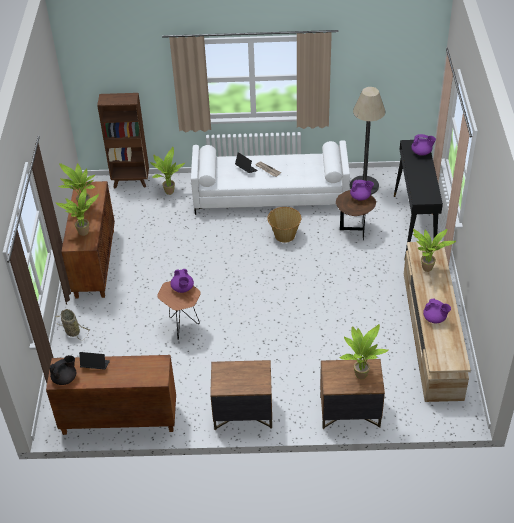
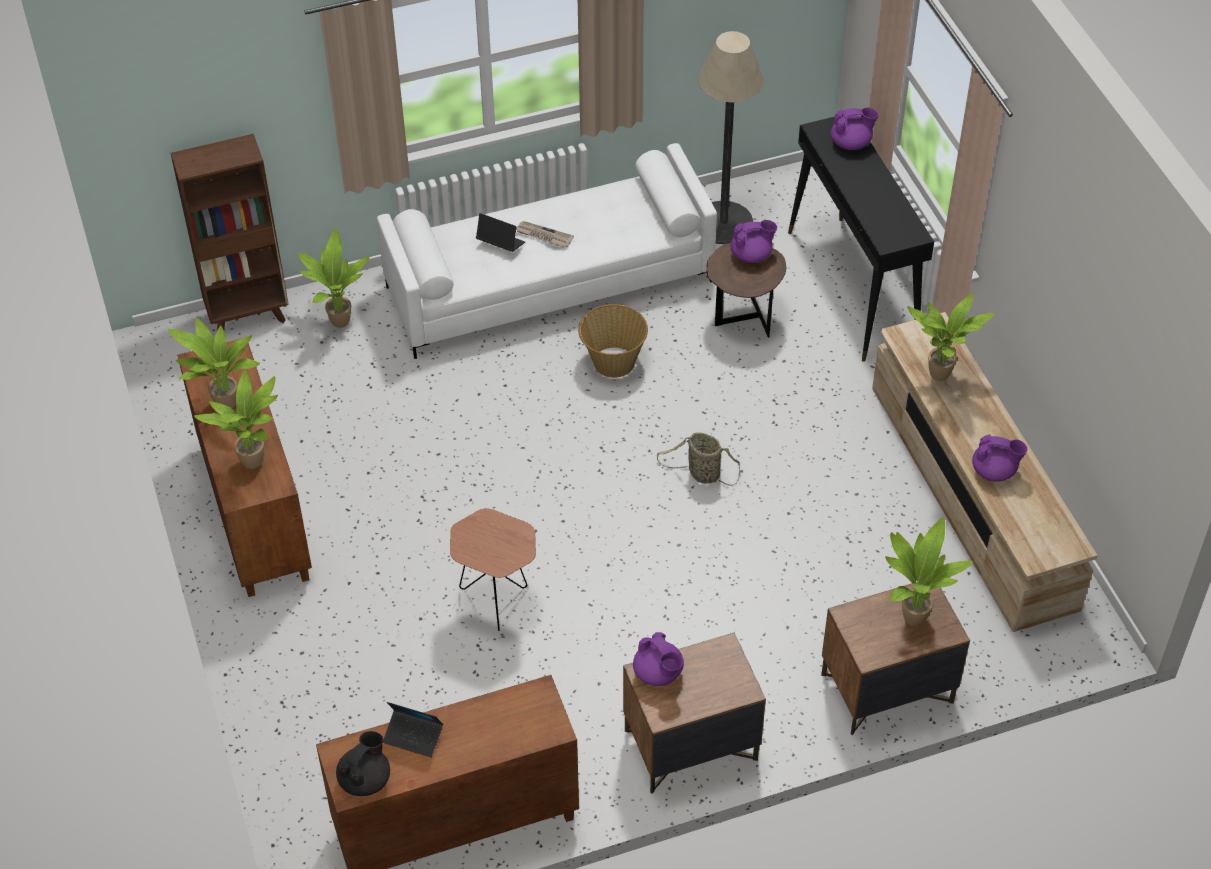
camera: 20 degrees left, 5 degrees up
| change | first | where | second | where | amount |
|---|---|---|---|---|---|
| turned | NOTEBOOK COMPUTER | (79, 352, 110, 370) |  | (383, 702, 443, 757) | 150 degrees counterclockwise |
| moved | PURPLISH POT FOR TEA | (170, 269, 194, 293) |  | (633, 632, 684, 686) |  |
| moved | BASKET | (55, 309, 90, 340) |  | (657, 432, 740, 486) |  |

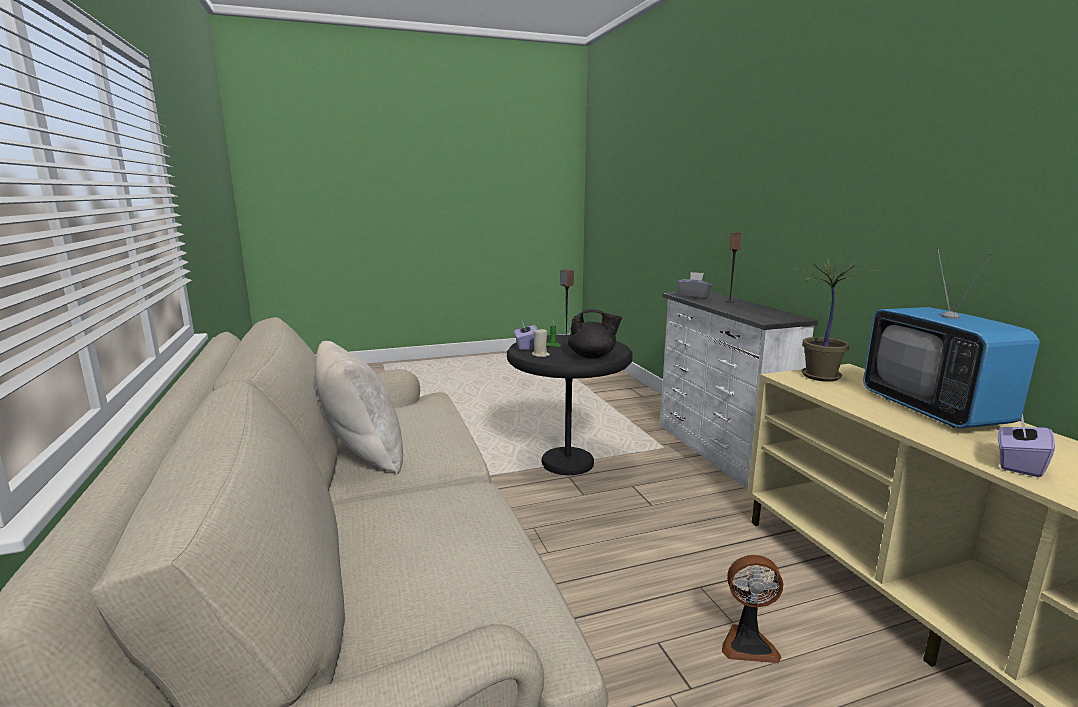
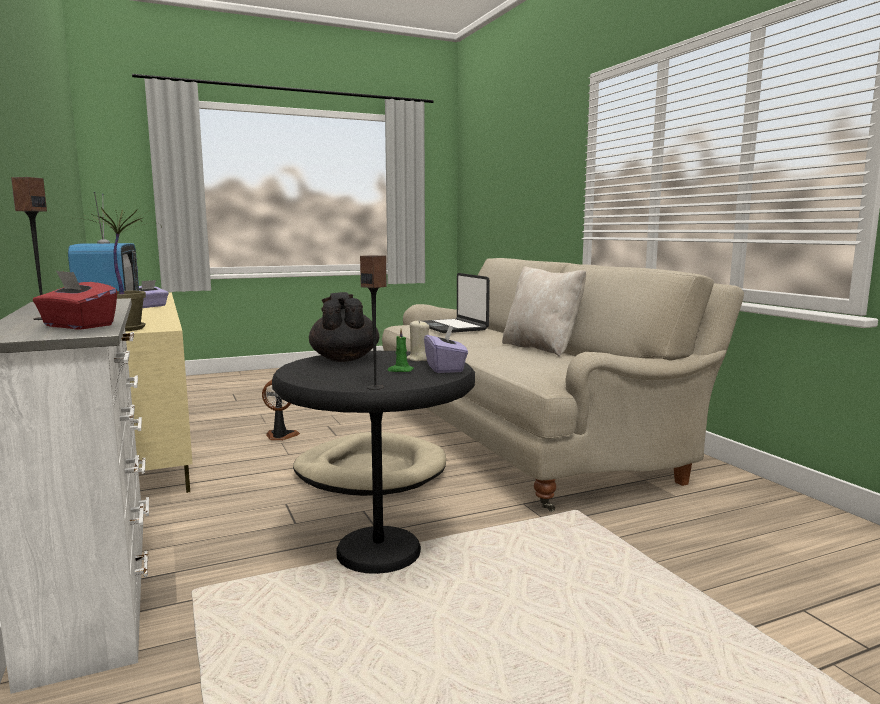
camera: 175 degrees right, 5 degrees down
| change | first | where | second | where | amount |
|---|---|---|---|---|---|
| recoloured | GRAY TISSUE HOLDER | (677, 272, 713, 299) | RED-COLOURED TISSUE HOLDER | (33, 271, 117, 330) |  |
| added |  |  | BEIGE-COLOURED DOG BED | (293, 432, 446, 496) |  |
| turned | BLACKISH POT FOR TEA | (568, 309, 622, 358) |  | (309, 292, 379, 362) | 75 degrees clockwise |
| added |  |  | NOTEBOOK COMPUTER | (422, 273, 490, 333) |  |

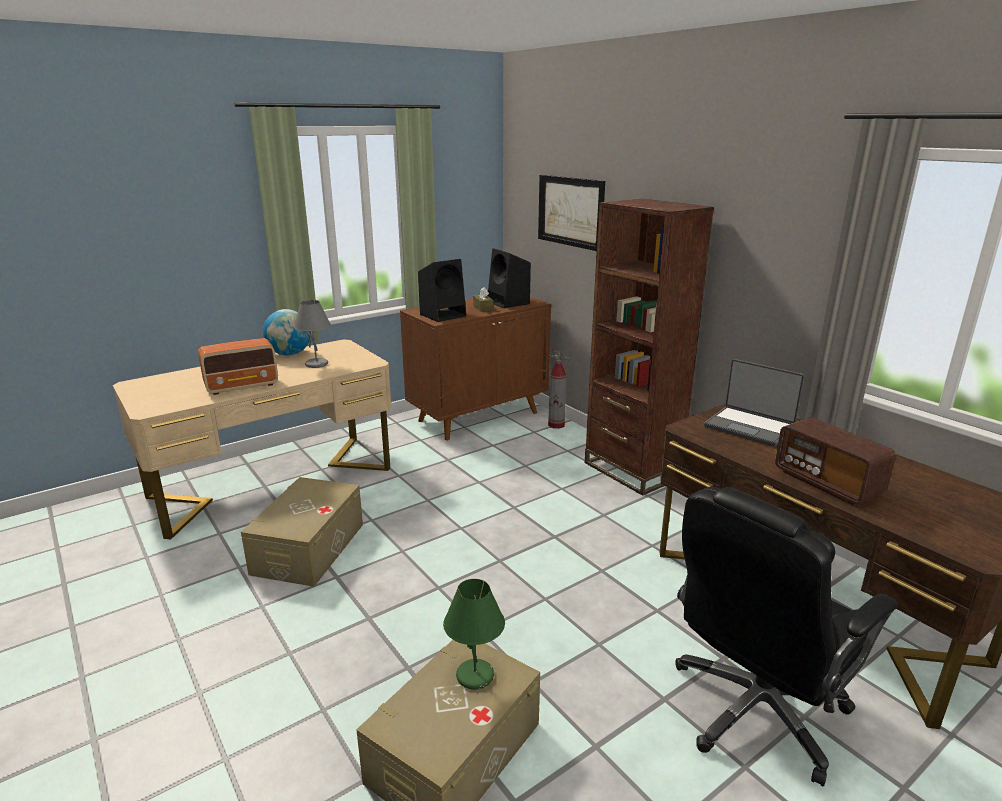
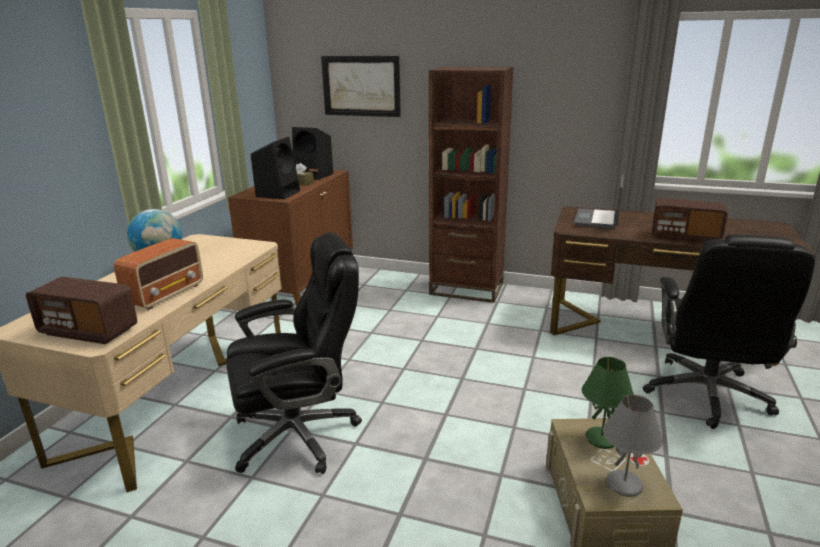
camera: 35 degrees left, 0 degrees up
| change | first | where | second | where | amount |
|---|---|---|---|---|---|
| added |  |  | RADIO RECEIVER | (26, 277, 137, 344) |  |
| replaced | BEIGE-COLOURED STORAGE CONTAINER | (241, 477, 363, 587) | BLACKISH OFFICE CHAIR | (226, 232, 362, 474) |  |
| turned | NOTEBOOK COMPUTER | (704, 359, 805, 447) |  | (574, 174, 624, 229) | 105 degrees clockwise |
| moved | GRAY TABLE LAMP | (294, 300, 331, 368) |  | (603, 395, 663, 497) |  |
| removed | FIRE EXTINGUISHER | (548, 349, 569, 429) |  |  |  |

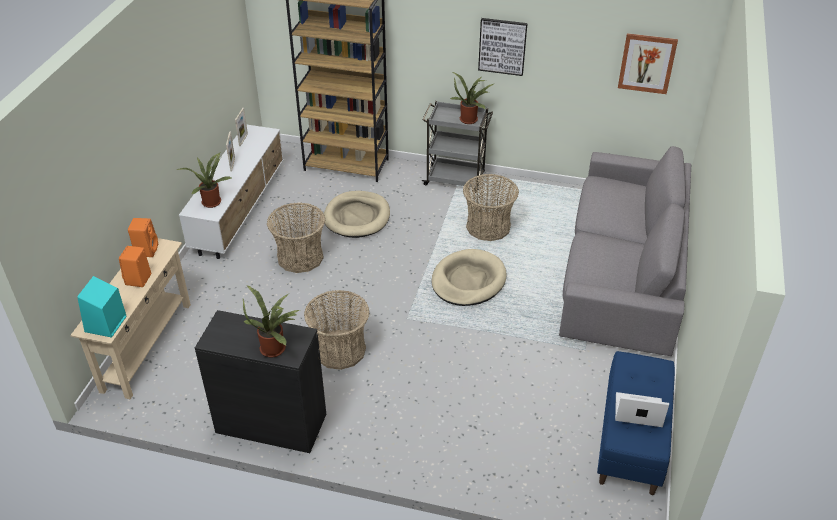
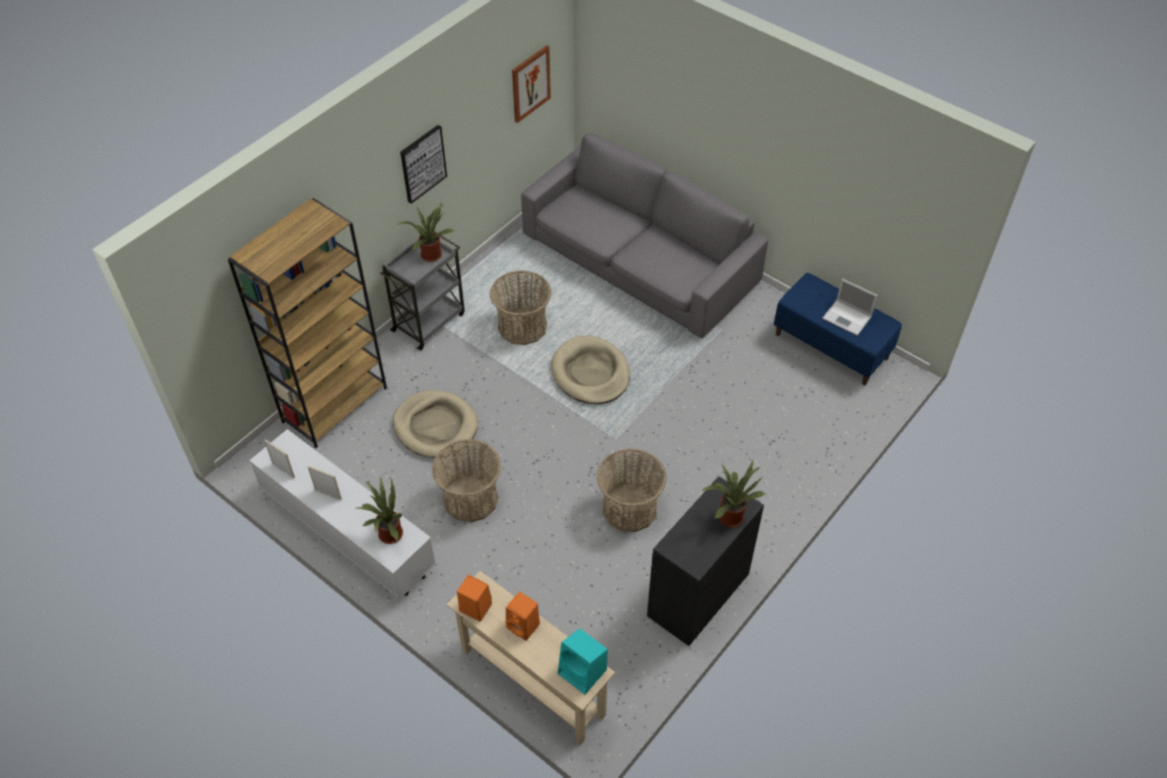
camera: 65 degrees left, 10 degrees up
| change | first | where | second | where | amount |
|---|---|---|---|---|---|
| turned | NOTEBOOK COMPUTER | (615, 392, 669, 427) |  | (822, 279, 878, 336) | 90 degrees counterclockwise |

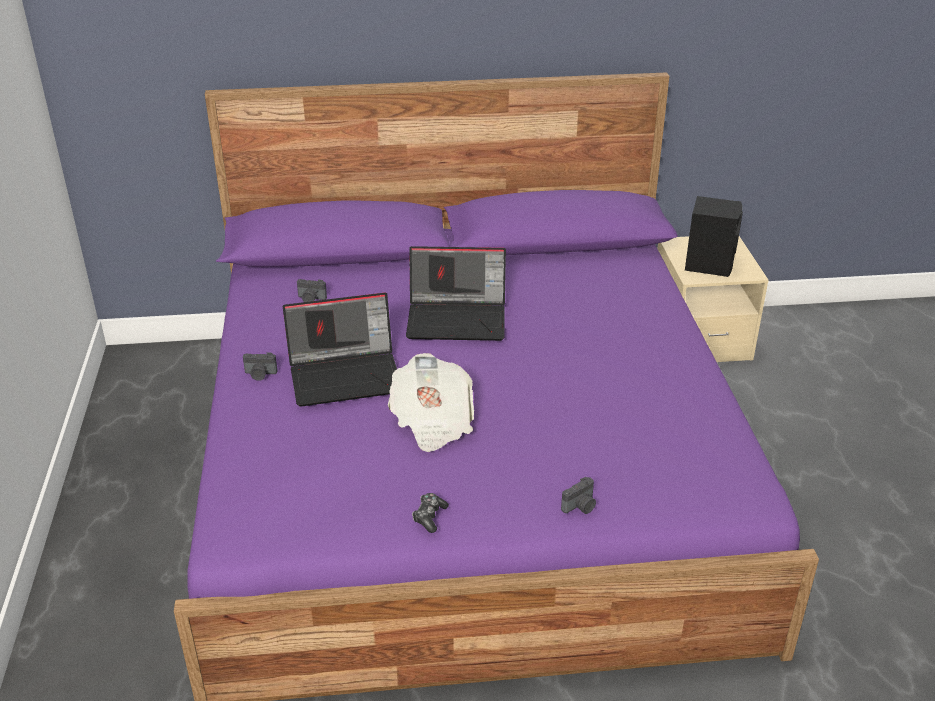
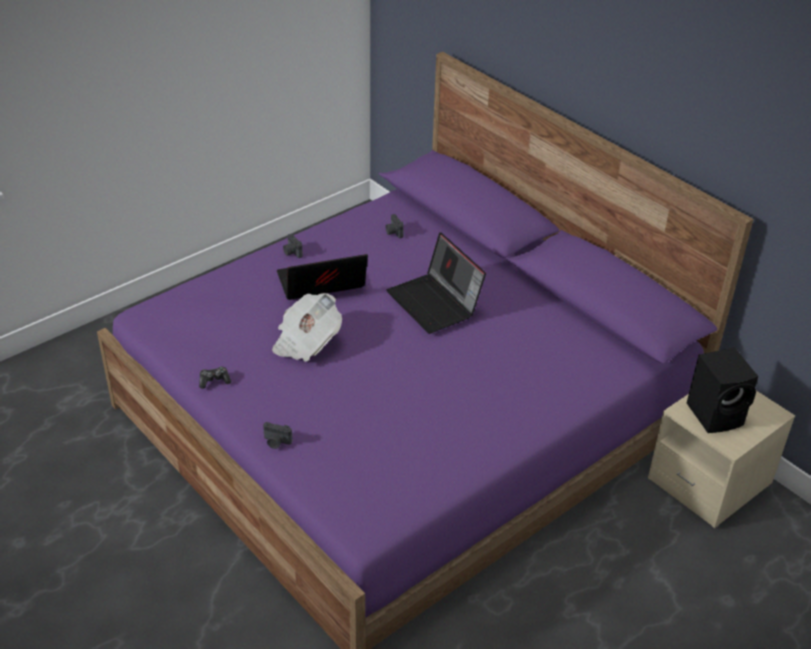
camera: 55 degrees right, 5 degrees up
| change | first | where | second | where | amount |
|---|---|---|---|---|---|
| turned | NOTEBOOK COMPUTER | (283, 293, 397, 407) |  | (277, 254, 368, 300) | 120 degrees clockwise |

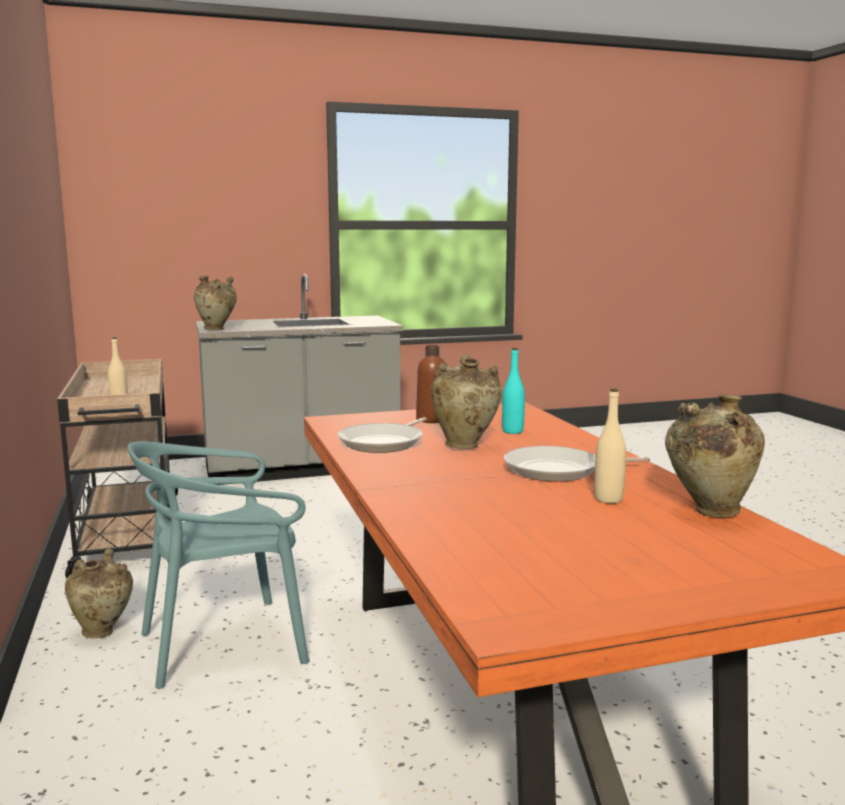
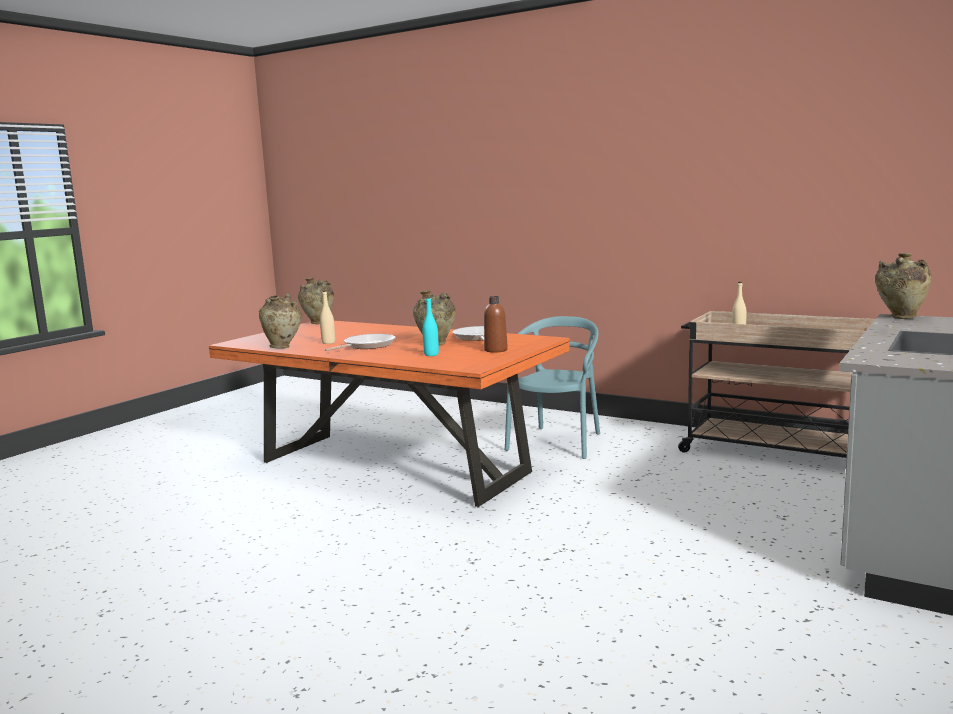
camera: 140 degrees right, 0 degrees up
| change | first | where | second | where | amount |
|---|---|---|---|---|---|
| moved | BEIGE-COLOURED DECORATIVE VASE | (65, 548, 133, 638) |  | (298, 277, 334, 324) |  |

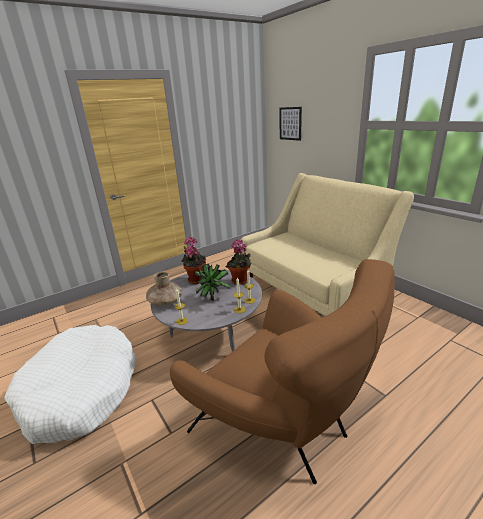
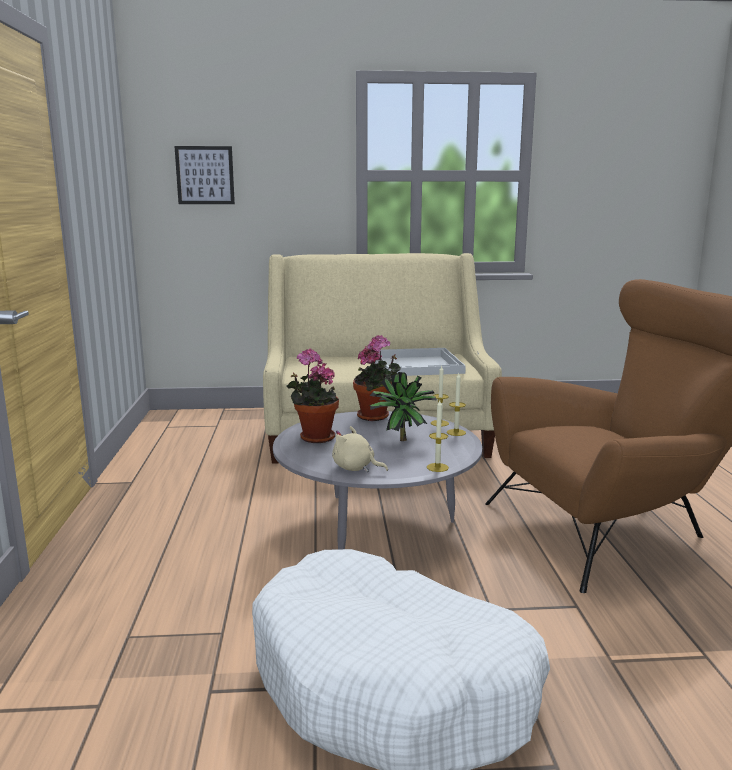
camera: 60 degrees left, 10 degrees down
| change | first | where | second | where | amount |
|---|---|---|---|---|---|
| replaced | BROWN DECORATIVE VASE | (146, 272, 182, 306) | BEIGE-COLOURED CUDDLY TOY | (332, 426, 388, 472) |  |
| added |  |  | WHITISH CARRYING TRAY | (375, 348, 466, 376) |  |

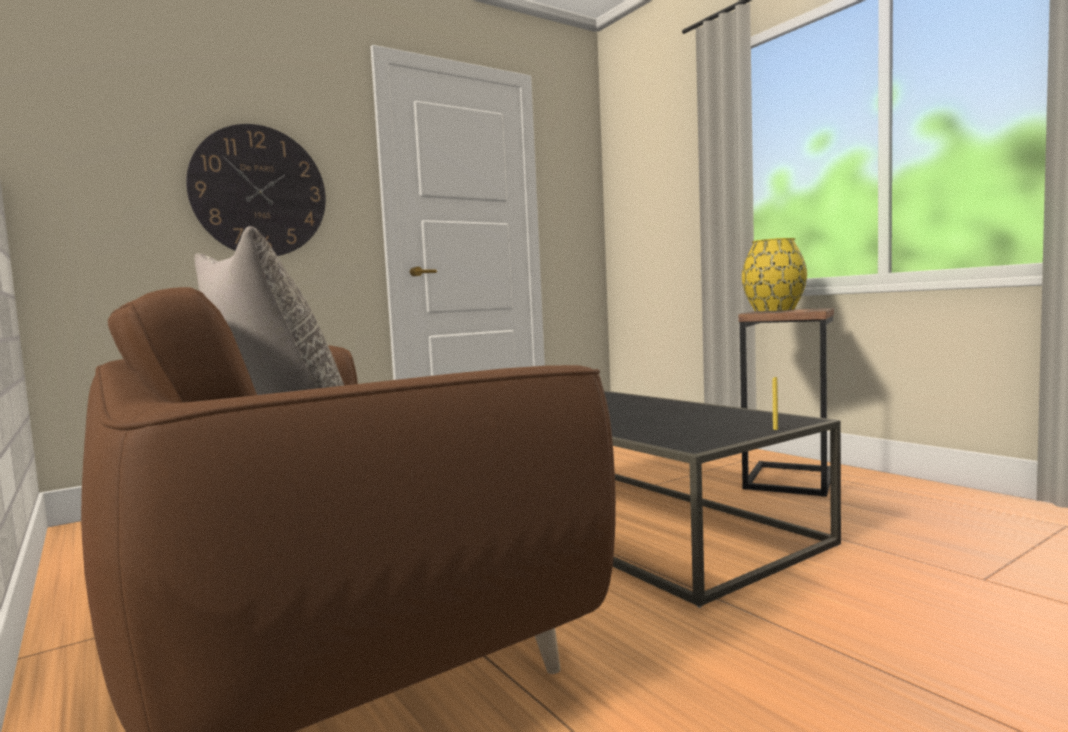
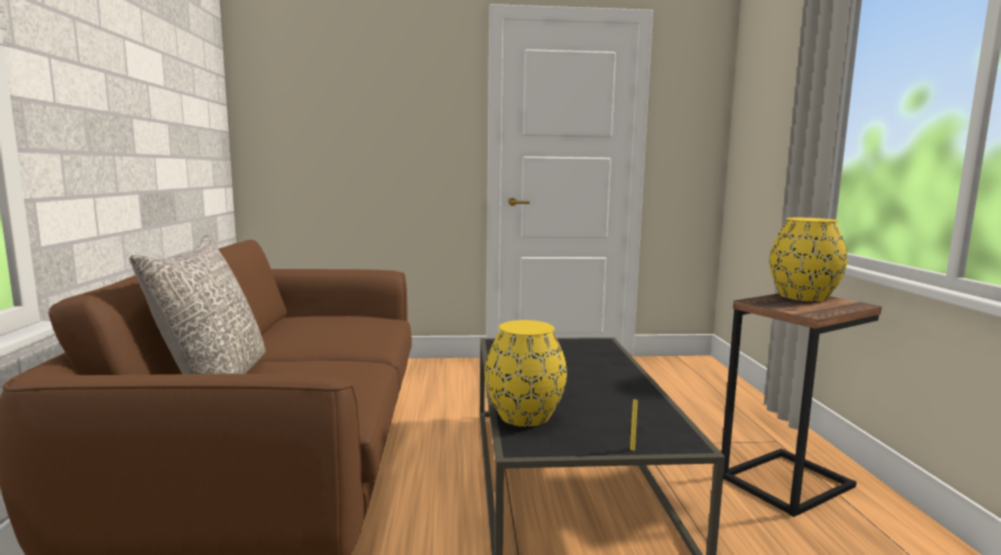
camera: 30 degrees right, 5 degrees up
| change | first | where | second | where | amount |
|---|---|---|---|---|---|
| added |  |  | YELLOWISH DECORATIVE VASE | (485, 320, 567, 427) |  |
| removed | WALL CLOCK | (186, 124, 326, 256) |  |  |  |

